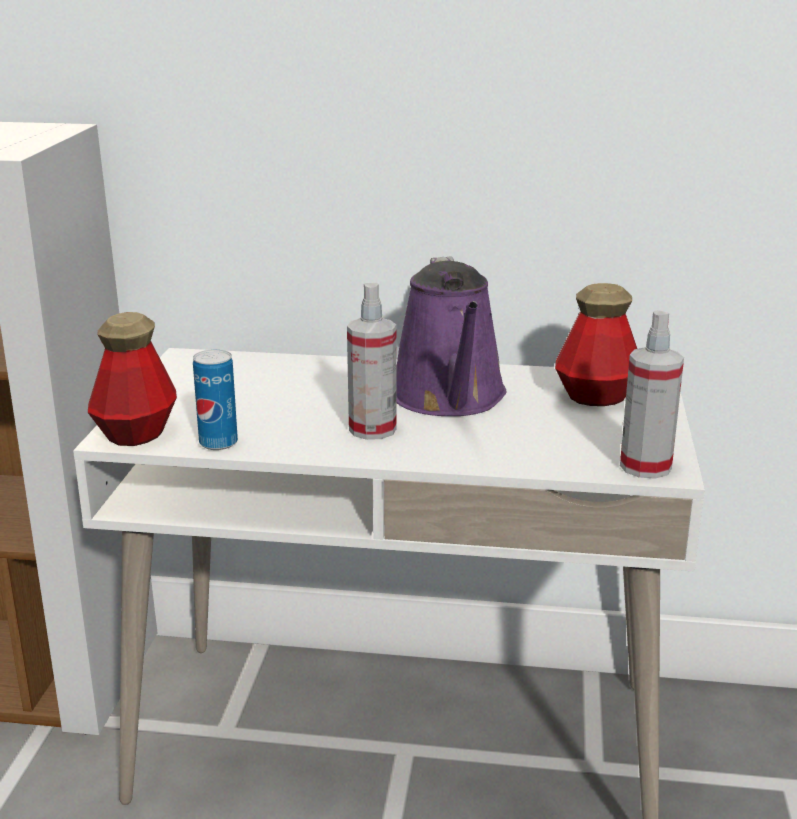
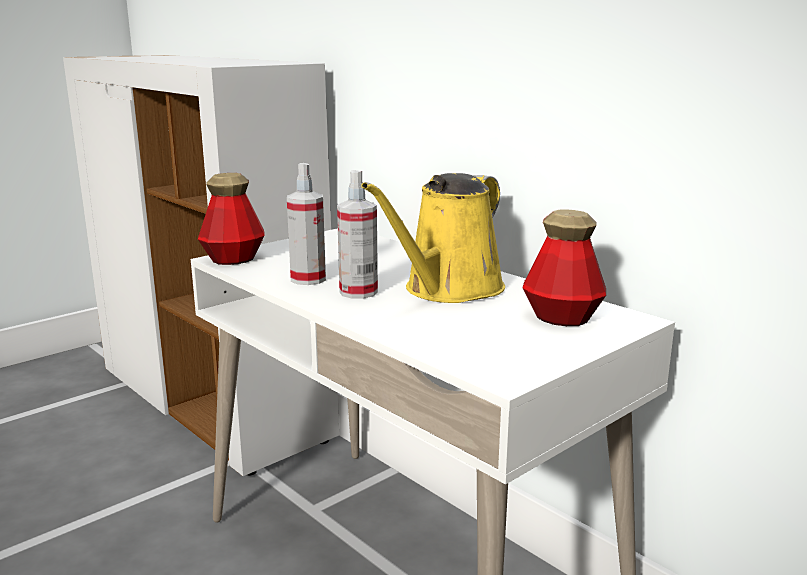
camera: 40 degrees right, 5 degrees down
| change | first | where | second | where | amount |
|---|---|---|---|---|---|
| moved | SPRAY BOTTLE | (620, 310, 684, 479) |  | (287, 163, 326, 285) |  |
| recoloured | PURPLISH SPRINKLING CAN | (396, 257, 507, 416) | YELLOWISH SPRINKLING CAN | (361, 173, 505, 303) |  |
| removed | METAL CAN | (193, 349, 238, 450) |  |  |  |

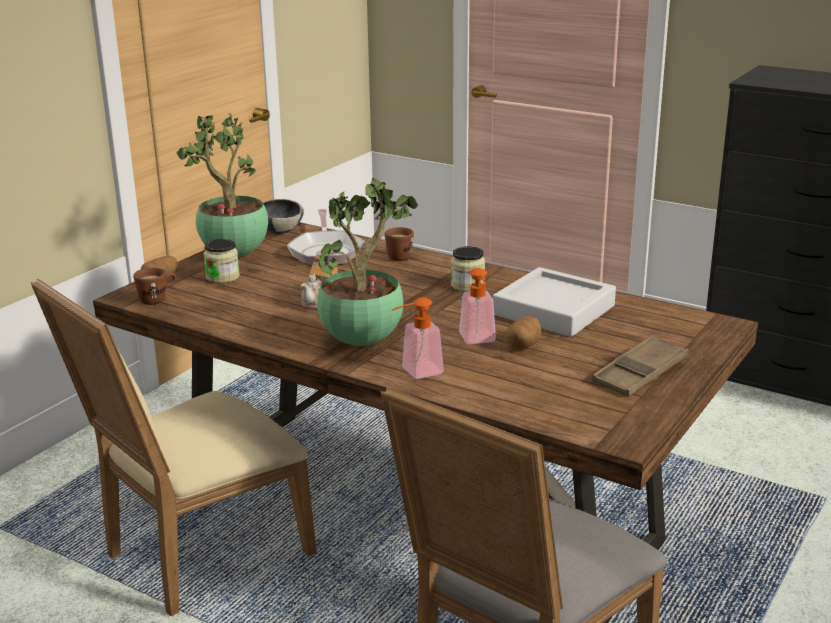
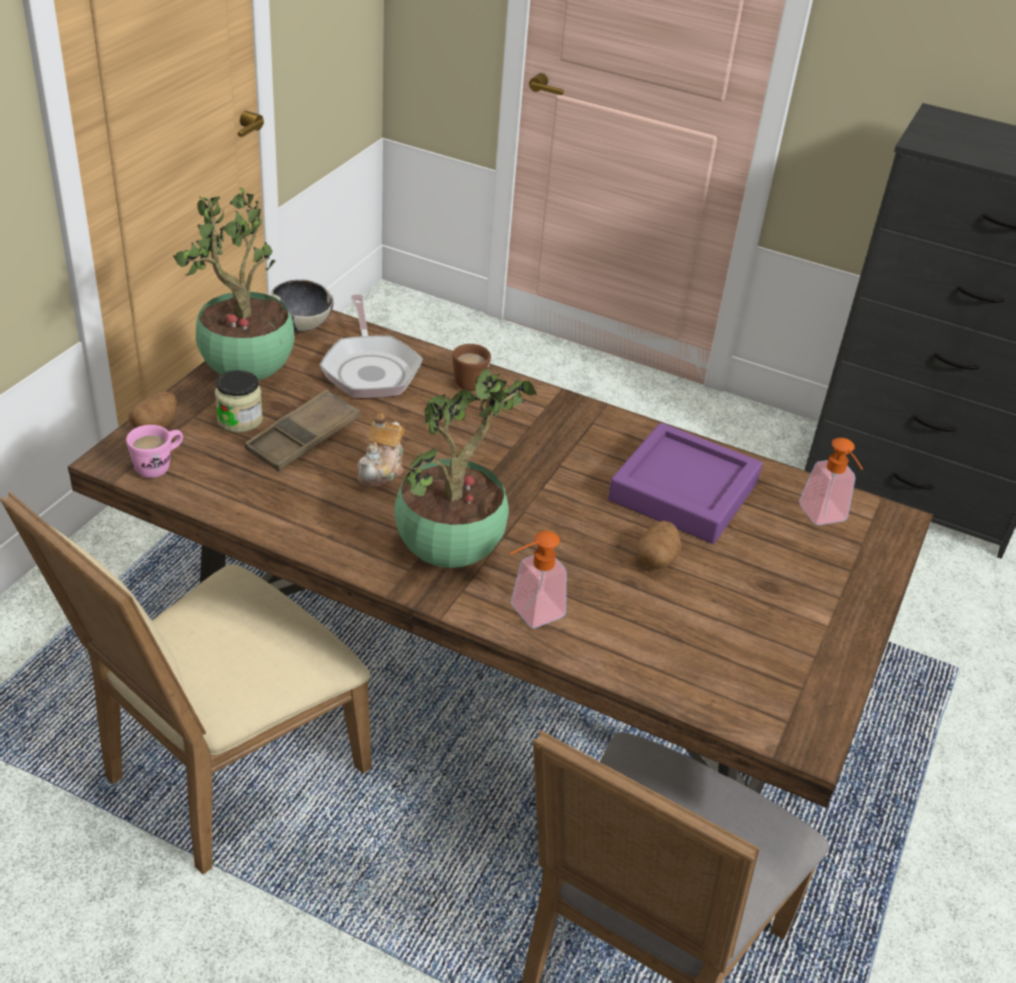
camera: 10 degrees left, 15 degrees up
| change | first | where | second | where | amount |
|---|---|---|---|---|---|
| recoloured | BROWN MUG | (133, 268, 176, 305) | PINKISH MUG | (126, 425, 183, 478) |  |
| moved | BROWN CARRYING TRAY | (592, 335, 689, 397) |  | (245, 389, 360, 471) |  |
| recoloured | GRAY CARRYING TRAY | (493, 267, 616, 337) | PURPLISH CARRYING TRAY | (608, 423, 762, 544) |  |
| moved | LIQUID SOAP BOTTLE | (459, 268, 496, 344) |  | (799, 438, 863, 525) |  |
| removed | PRESERVE JAR | (451, 246, 485, 292) |  |  |  |

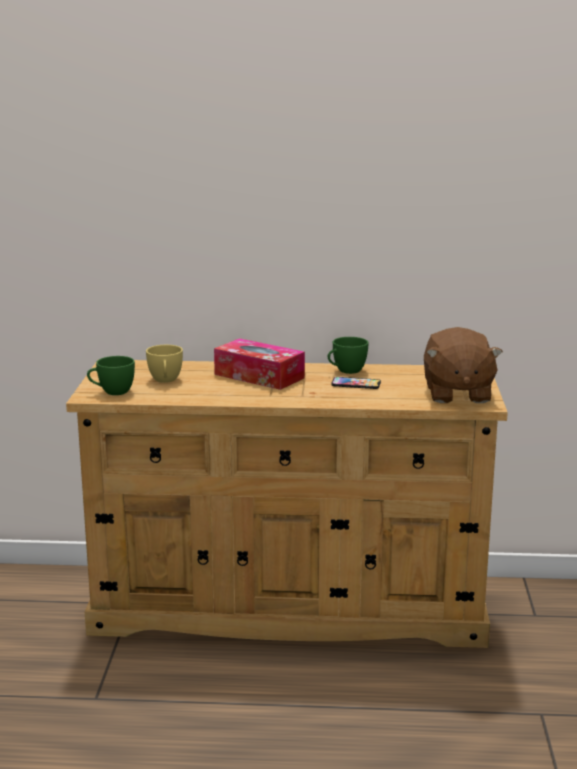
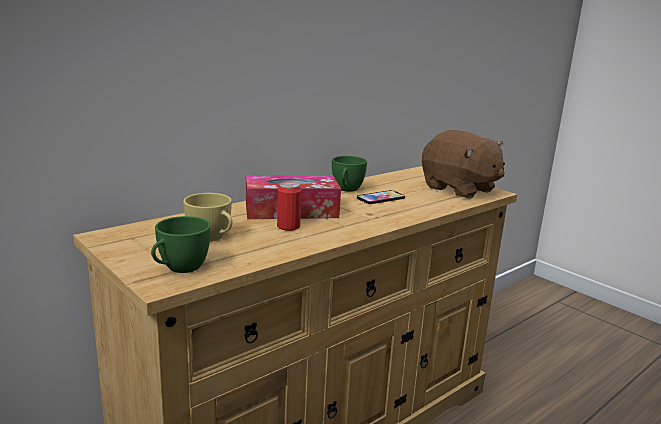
camera: 45 degrees left, 0 degrees up
| change | first | where | second | where | amount |
|---|---|---|---|---|---|
| added |  |  | METAL CAN | (277, 181, 301, 231) |  |

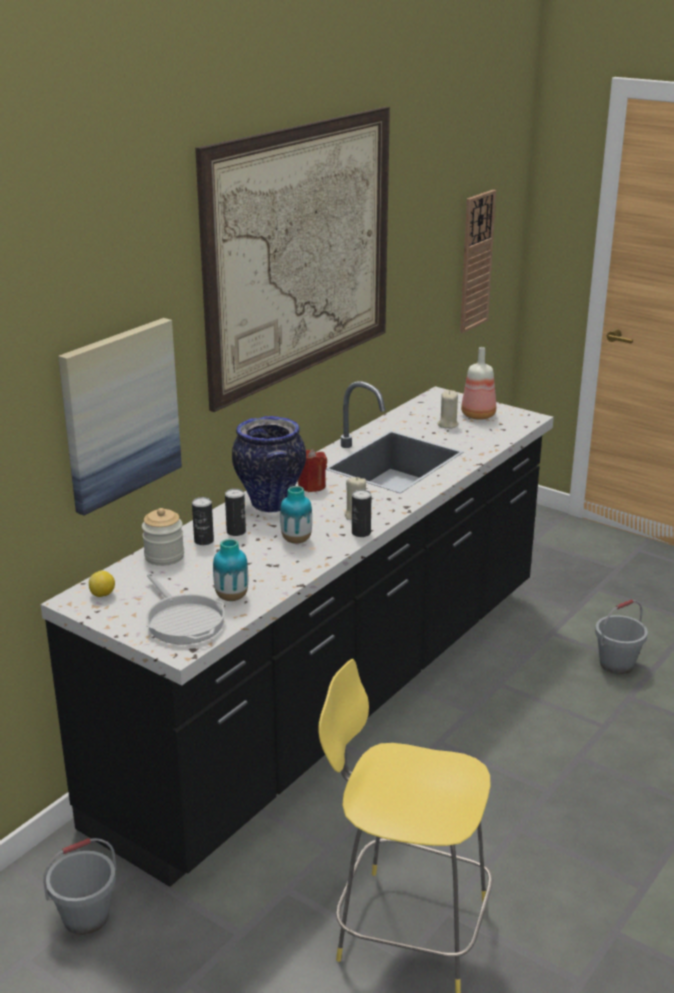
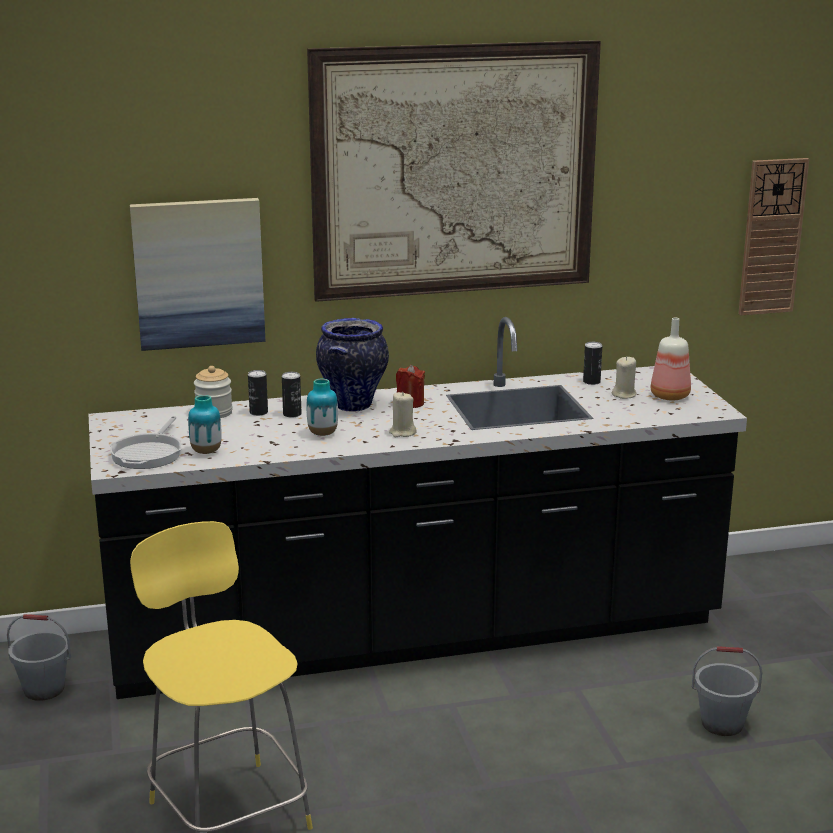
camera: 40 degrees right, 5 degrees down
| change | first | where | second | where | amount |
|---|---|---|---|---|---|
| moved | METAL CAN | (352, 490, 371, 537) |  | (583, 342, 602, 385) |  |
| removed | CITRUS FRUIT | (89, 571, 115, 597) |  |  |  |

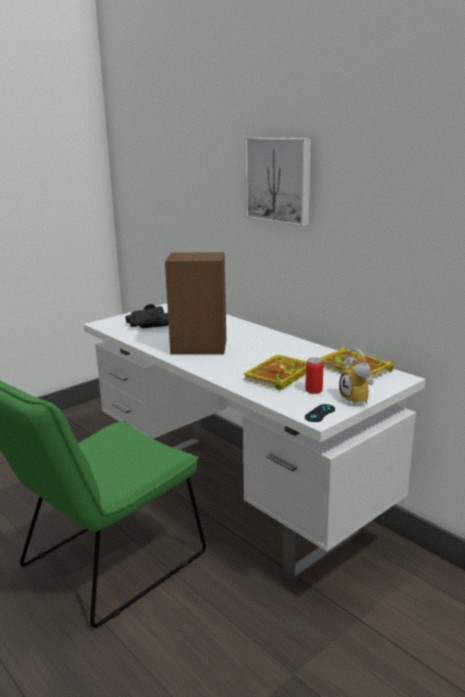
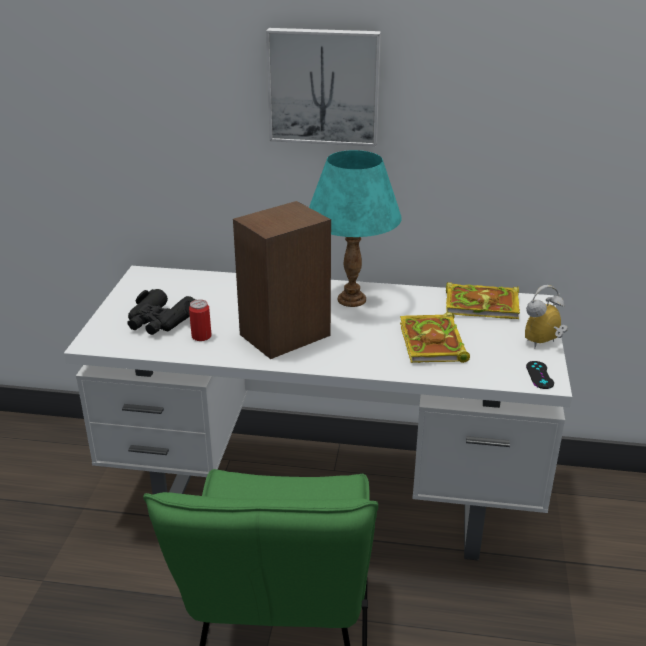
camera: 40 degrees left, 10 degrees up
| change | first | where | second | where | amount |
|---|---|---|---|---|---|
| moved | METAL CAN | (305, 357, 324, 394) |  | (189, 299, 211, 341) |  |
| added |  |  | TURQUOISE TABLE LAMP | (309, 150, 402, 307) |  |
| turned | BEDSIDE CLOCK | (339, 349, 374, 405) |  | (525, 285, 568, 349) | 120 degrees clockwise |

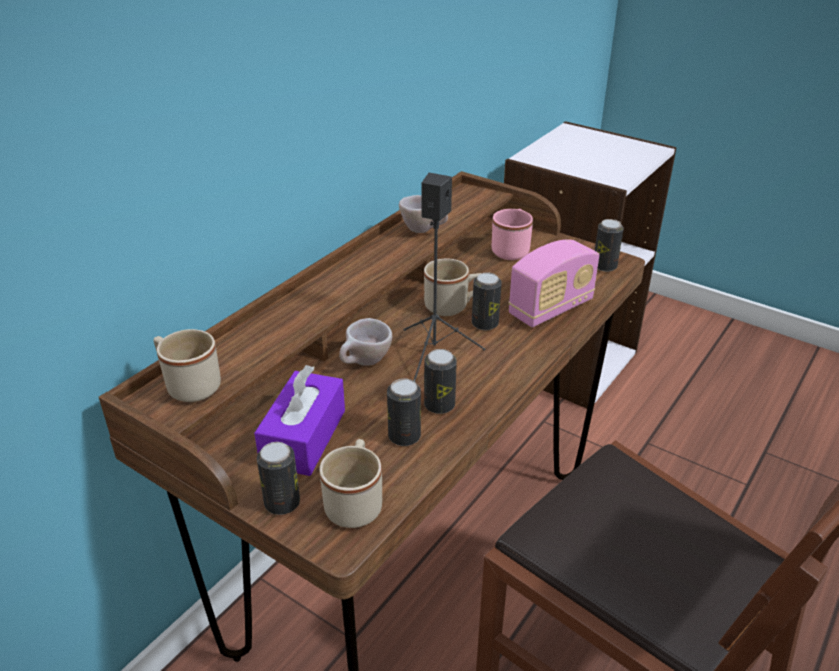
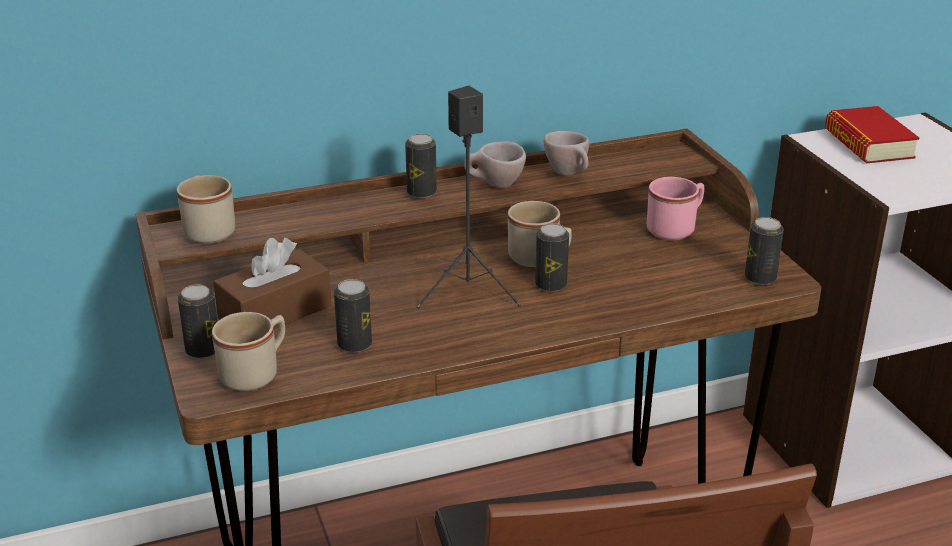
camera: 35 degrees right, 5 degrees down
| change | first | where | second | where | amount |
|---|---|---|---|---|---|
| recoloured | PURPLISH TISSUE HOLDER | (254, 365, 345, 476) | BROWN TISSUE HOLDER | (213, 238, 331, 329) |  |
| moved | METAL CAN | (424, 349, 457, 414) |  | (405, 134, 437, 198) |  |
| moved | BEIGE-COLOURED SMALL CUP | (339, 318, 392, 366) |  | (464, 141, 526, 188) |  |
| added |  |  | BOUND BOOK | (825, 106, 919, 163) |  |
| removed | RADIO RECEIVER | (508, 240, 599, 327) |  |  |  |

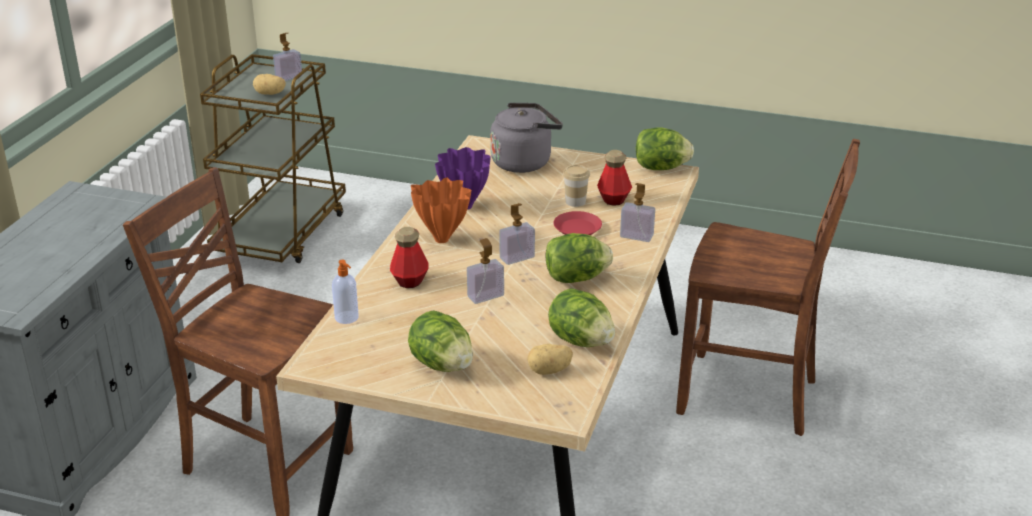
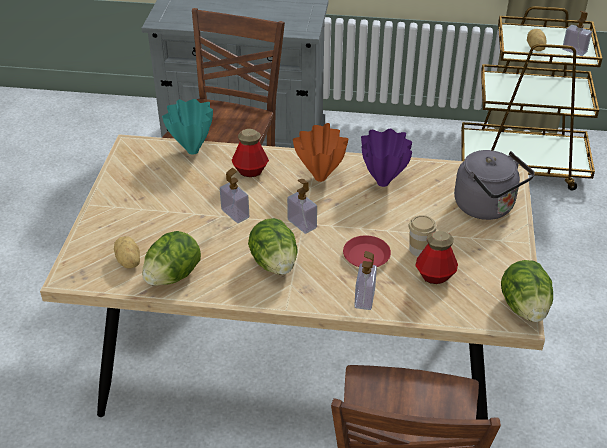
camera: 80 degrees right, 10 degrees up
| change | first | where | second | where | amount |
|---|---|---|---|---|---|
| replaced | LIQUID SOAP BOTTLE | (332, 260, 359, 324) | TURQUOISE DECORATIVE VASE | (162, 99, 213, 155) |  |
| removed | LETTUCE | (408, 310, 473, 372) |  |  |  |

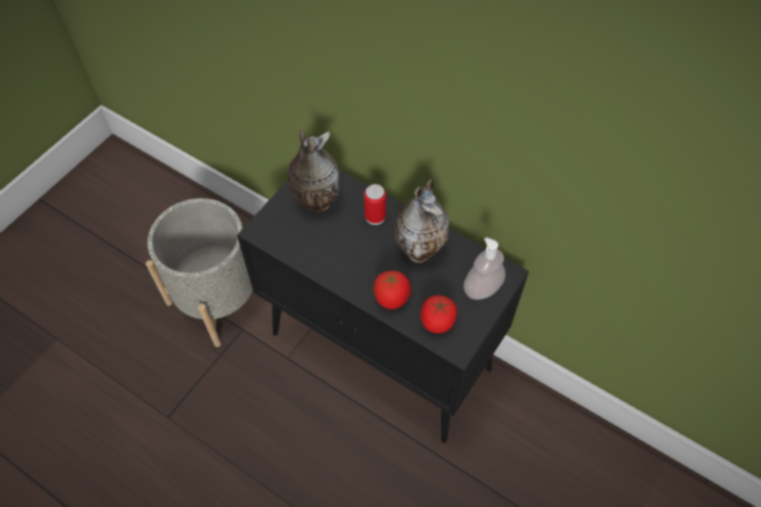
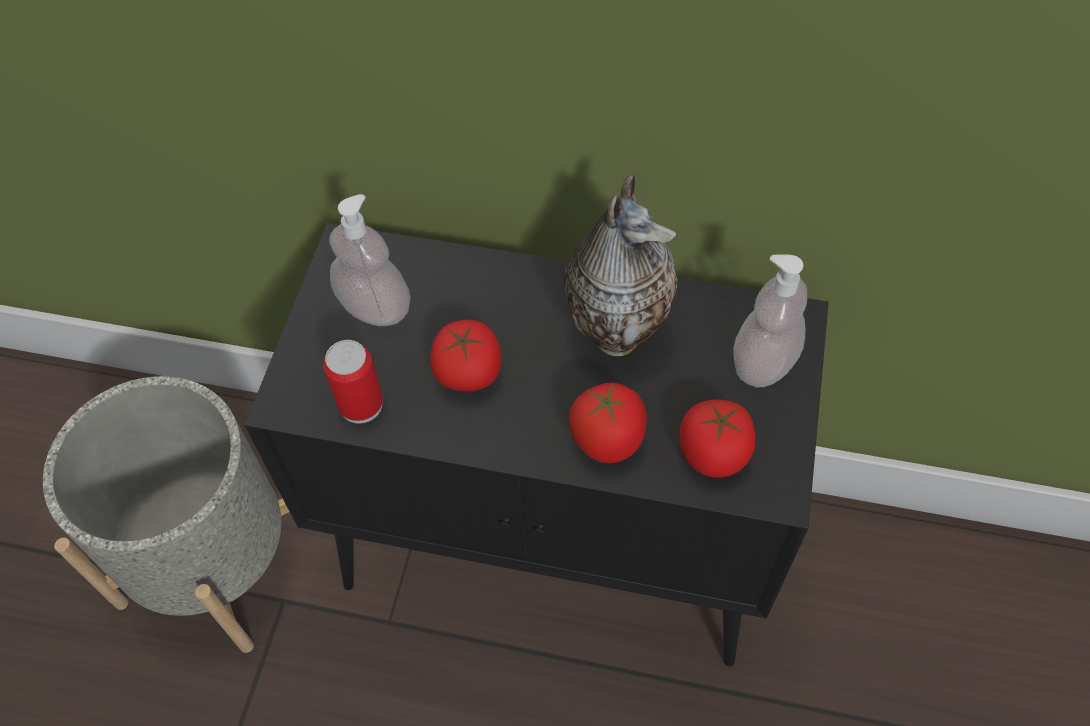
camera: 20 degrees left, 0 degrees up
| change | first | where | second | where | amount |
|---|---|---|---|---|---|
| moved | METAL CAN | (364, 184, 386, 225) |  | (323, 340, 383, 423) |  |
| replaced | DECORATIVE VASE | (288, 130, 340, 212) | LIQUID SOAP BOTTLE | (329, 194, 411, 326) |  |
| added |  |  | WHOLE TOMATO | (430, 320, 502, 391) |  |

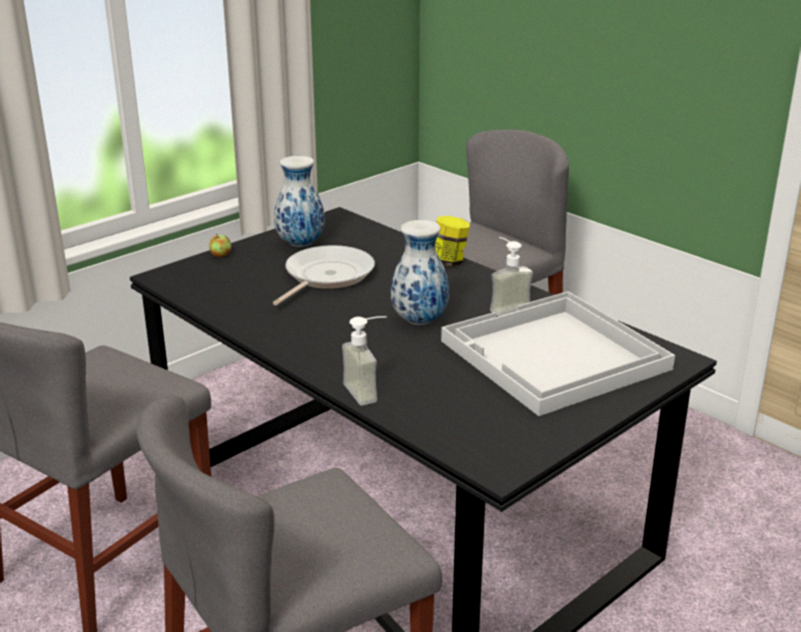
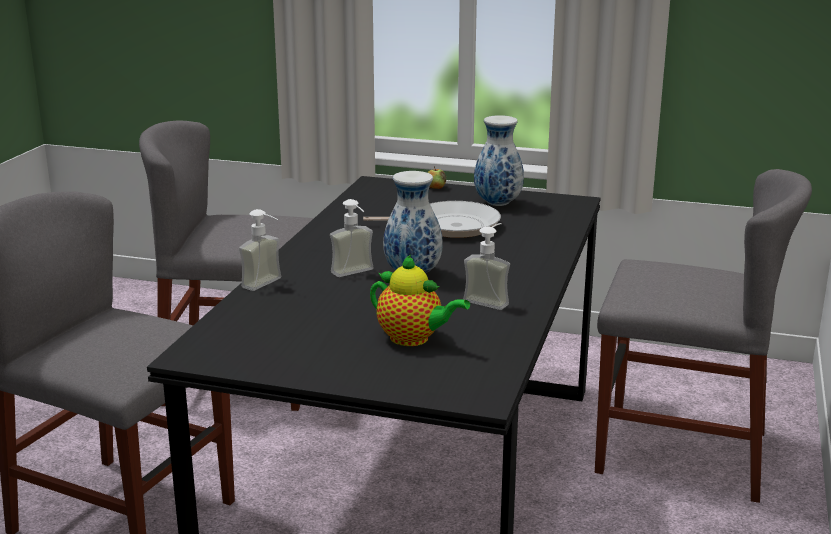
camera: 60 degrees right, 5 degrees down
| change | first | where | second | where | amount |
|---|---|---|---|---|---|
| added |  |  | LIQUID SOAP BOTTLE | (330, 199, 374, 277) |  |
| replaced | WHITISH CARRYING TRAY | (441, 291, 675, 416) | POT FOR TEA | (370, 255, 470, 346) |  |
| removed | PRESERVE JAR | (436, 216, 470, 266) |  |  |  |

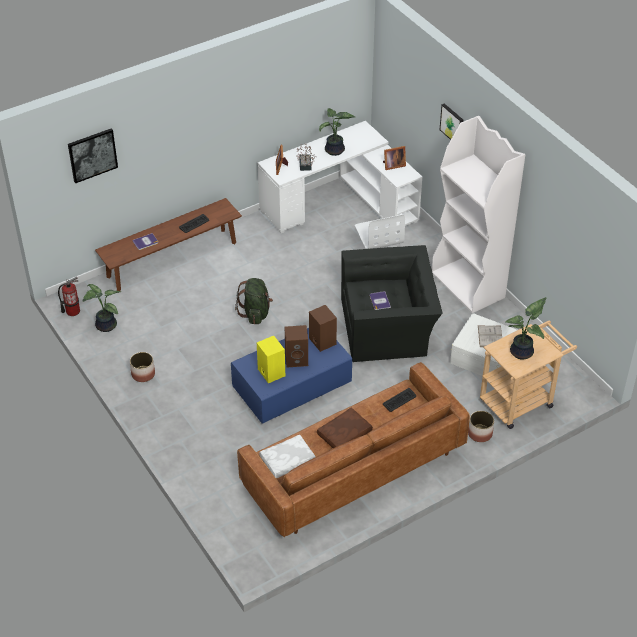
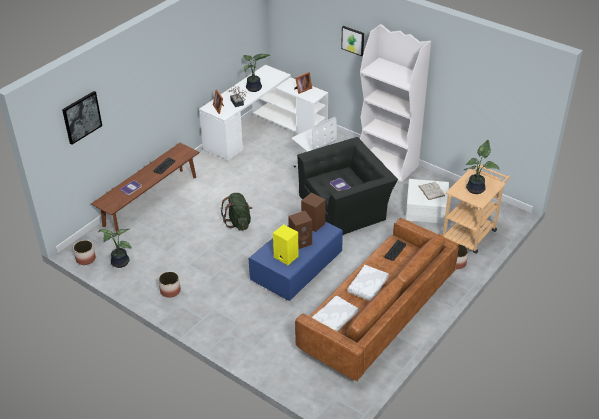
camera: 20 degrees left, 5 degrees down
| change | first | where | second | where | amount |
|---|---|---|---|---|---|
| replaced | FIRE EXTINGUISHER | (58, 277, 80, 316) | FLOWER POT | (73, 240, 96, 265) |  |
| recoloured | BROWN PILLOW | (317, 408, 373, 448) | WHITISH PILLOW | (347, 265, 389, 301) |  |

